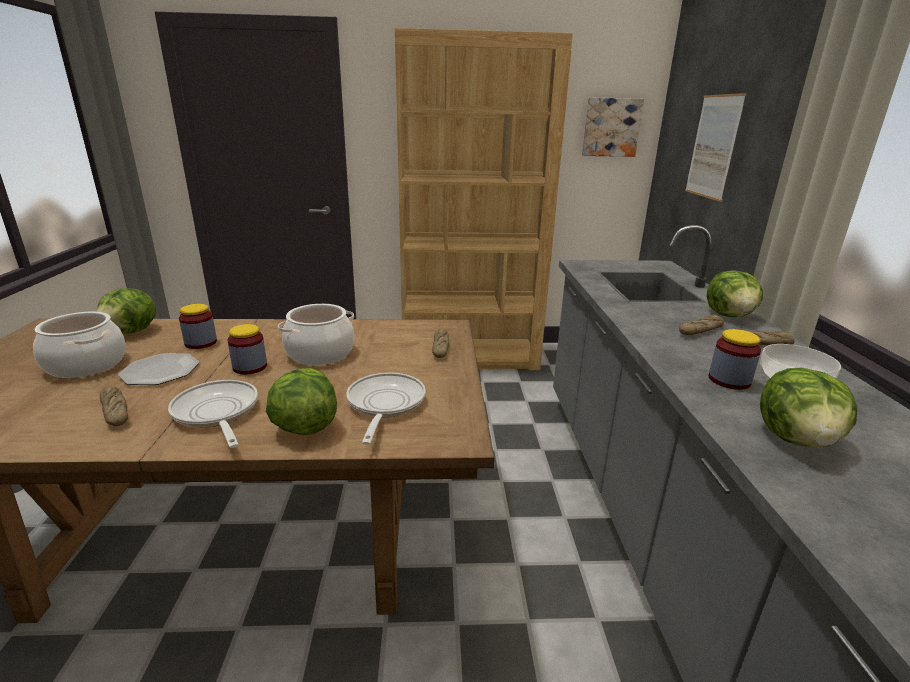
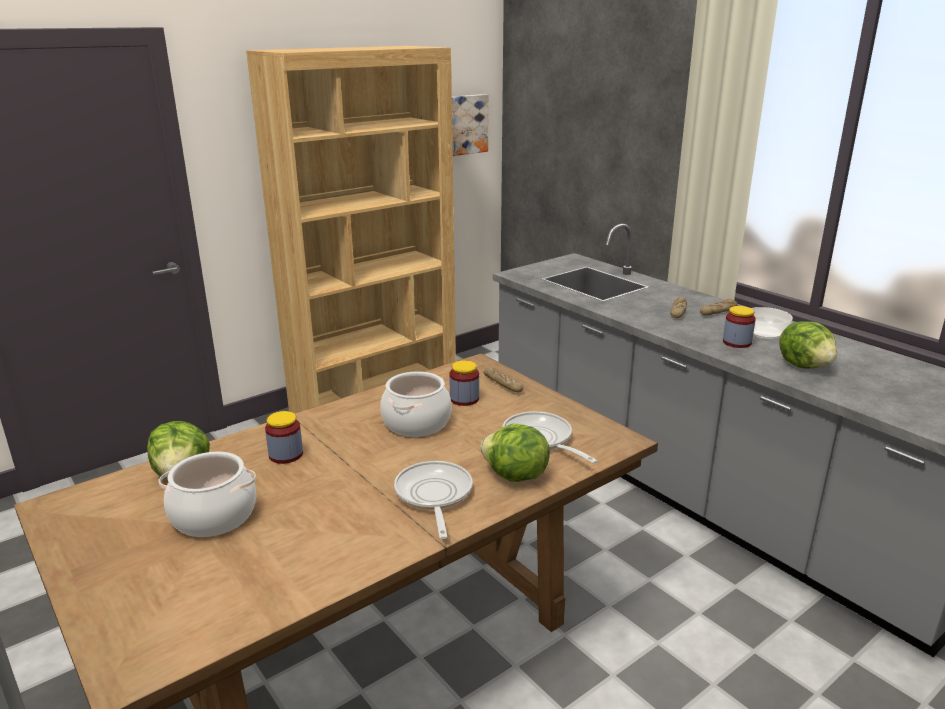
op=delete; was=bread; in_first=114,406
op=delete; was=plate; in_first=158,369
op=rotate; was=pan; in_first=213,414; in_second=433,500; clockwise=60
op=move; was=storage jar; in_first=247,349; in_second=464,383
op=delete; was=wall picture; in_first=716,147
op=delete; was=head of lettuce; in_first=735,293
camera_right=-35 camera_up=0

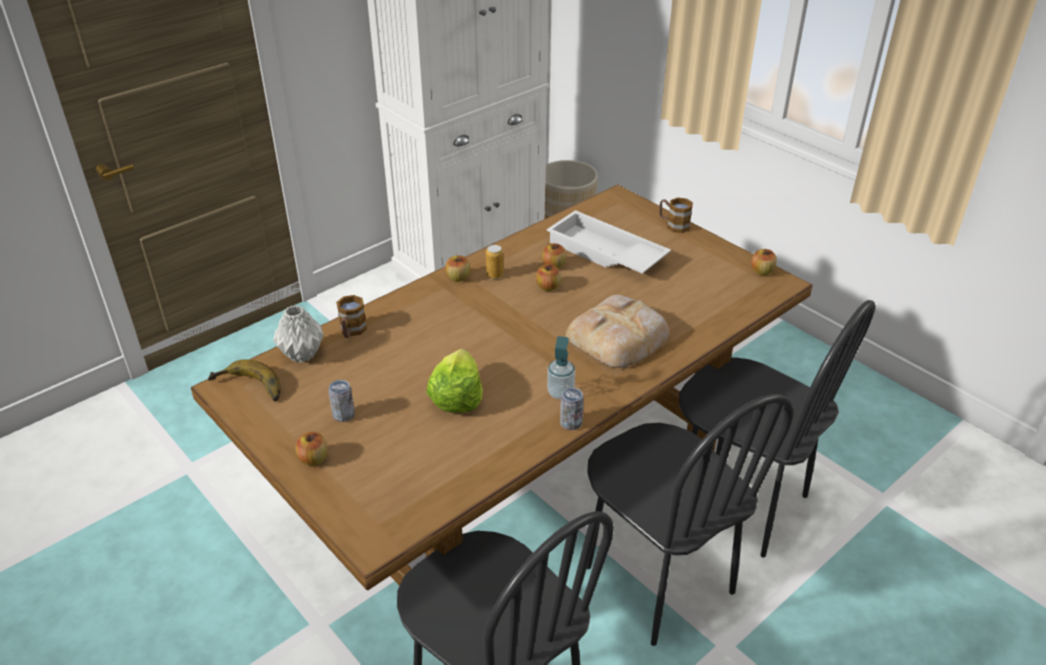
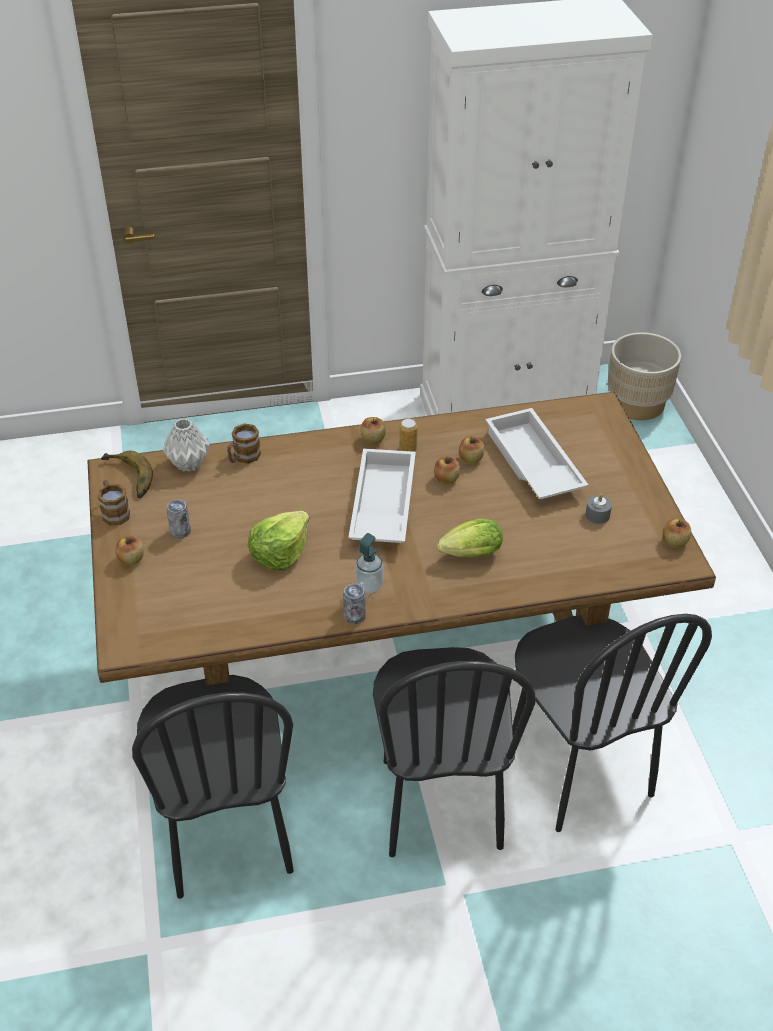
op=replace; was=bread; now=head of lettuce; in_first=617,331; in_second=470,537
op=move; was=tea mug; in_first=676,215; in_second=114,502
op=insert; now=white-coloured tray; in_second=382,496
op=insert; now=grey wax light; in_second=598,508
camera_right=30 camera_up=5

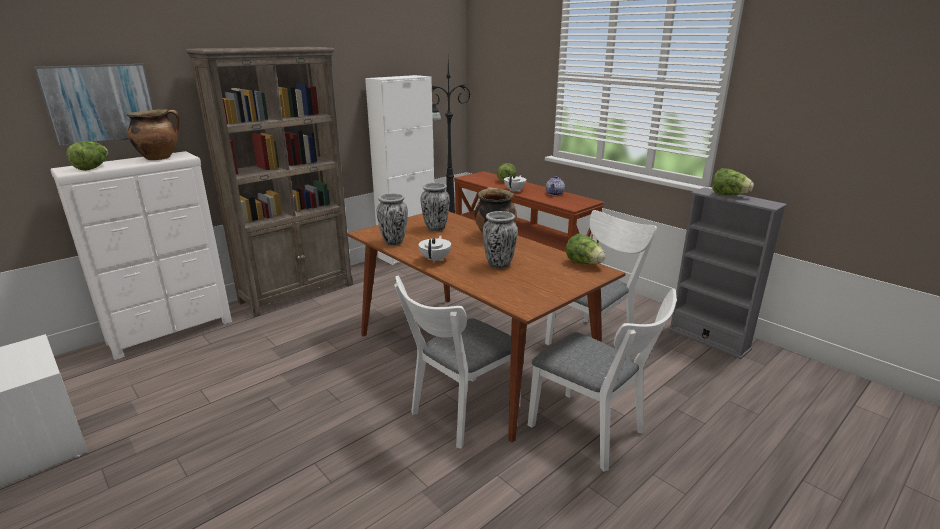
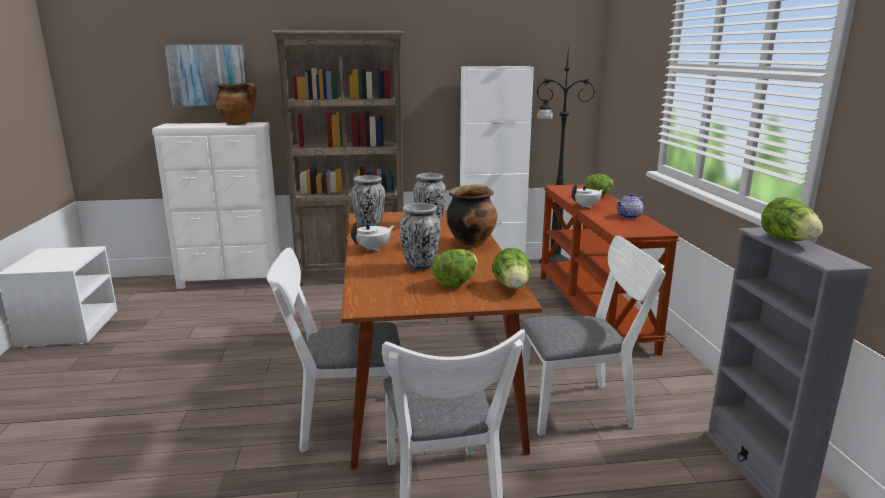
op=move; was=head of lettuce; in_first=87,156; in_second=455,268
camera_right=35 camera_up=-5

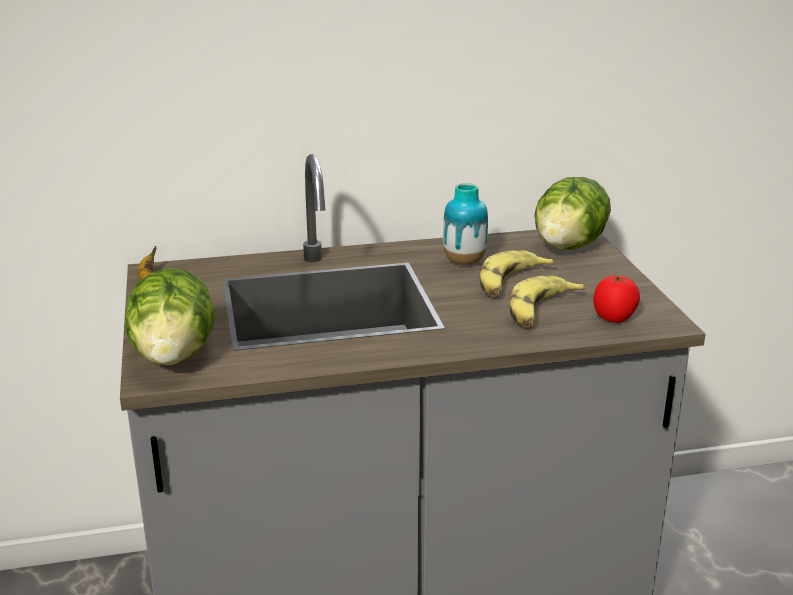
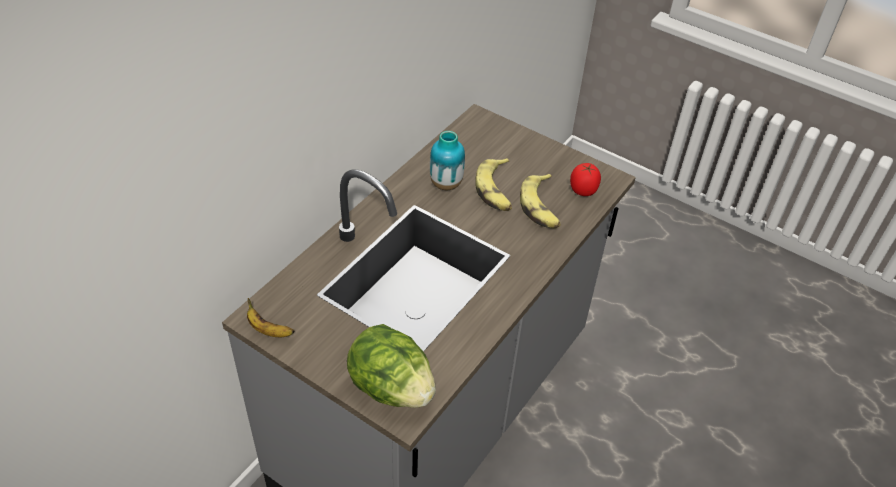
op=delete; was=head of lettuce; in_first=572,213
camera_right=-45 camera_up=20

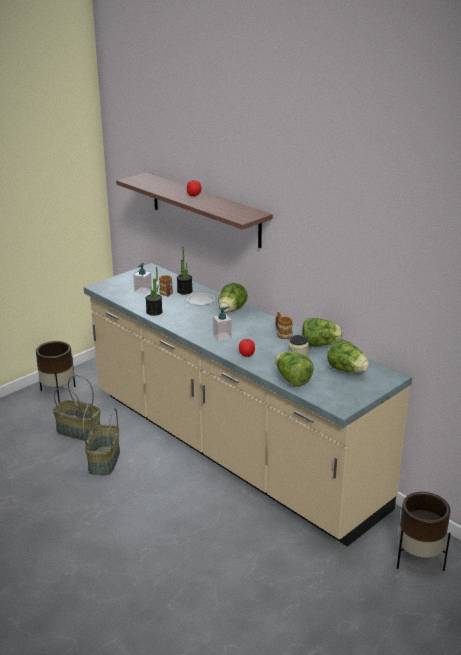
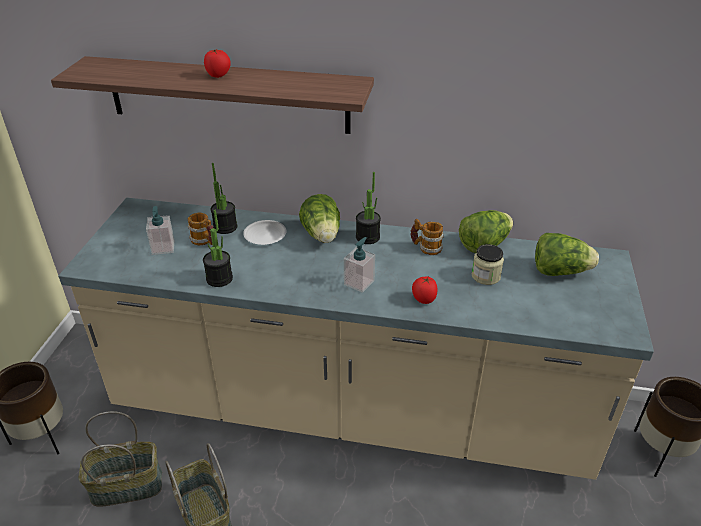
op=delete; was=head of lettuce; in_first=294,368
op=insert; now=potted plant; in_second=368,208
camera_right=-35 camera_up=10

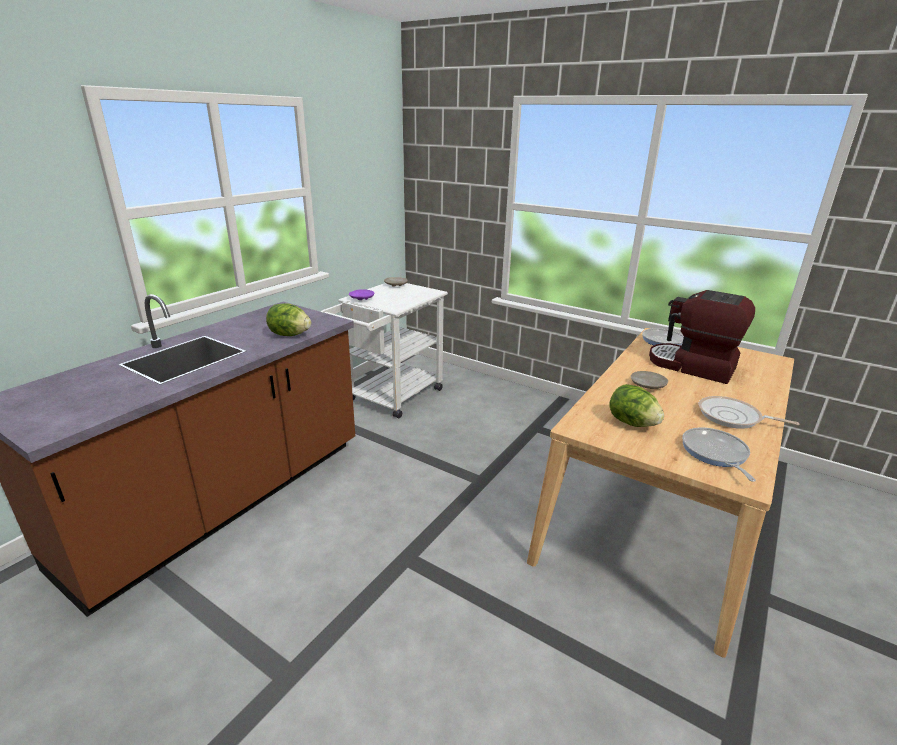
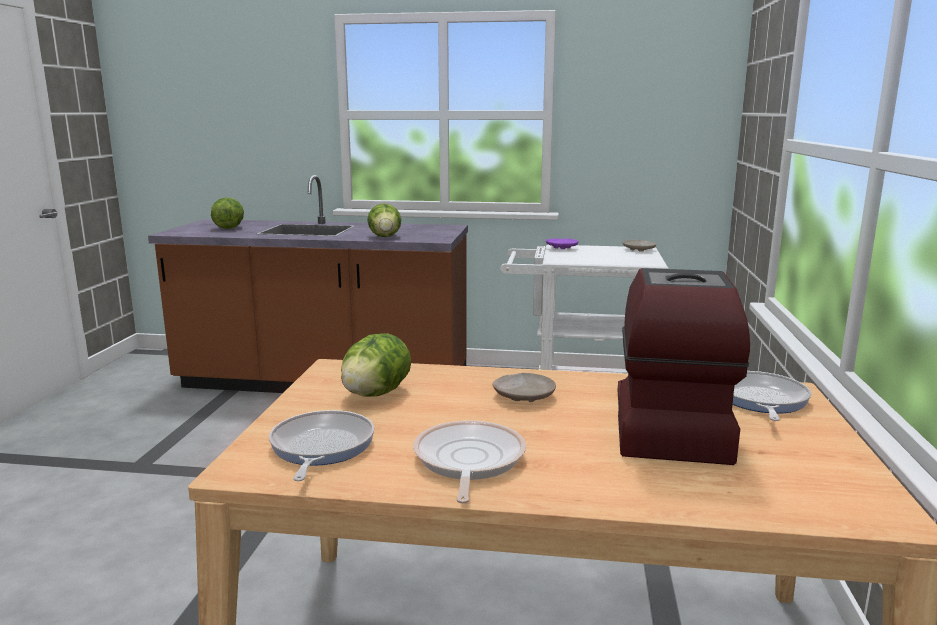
op=rotate; was=pan; in_first=719,454; in_second=321,445; clockwise=-60
op=insert; now=head of lettuce; in_second=227,213
camera_right=65 camera_up=-10

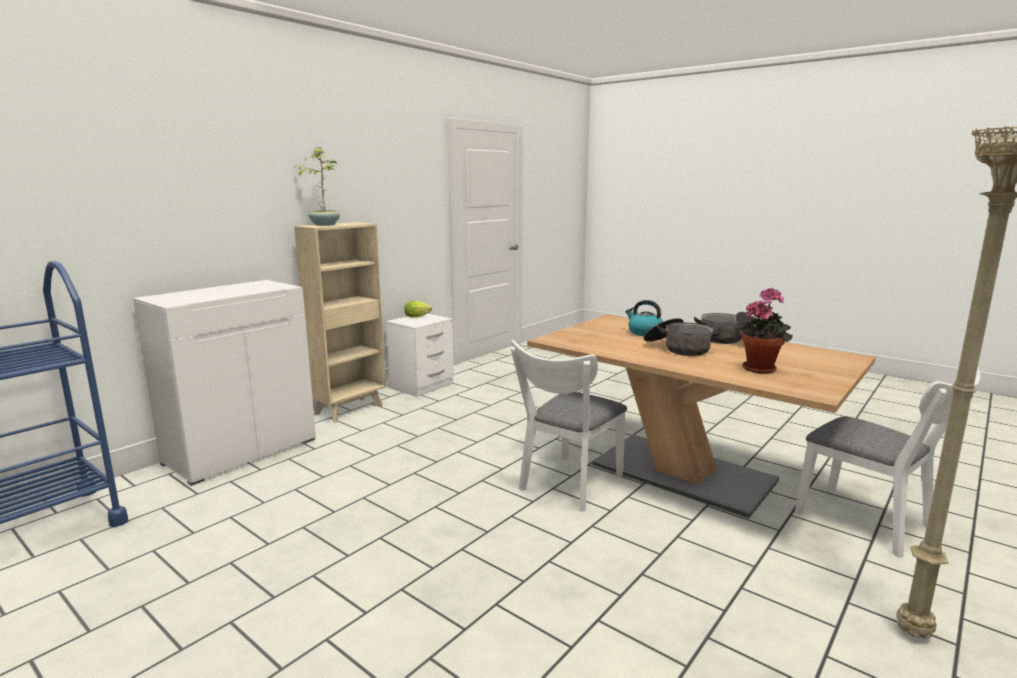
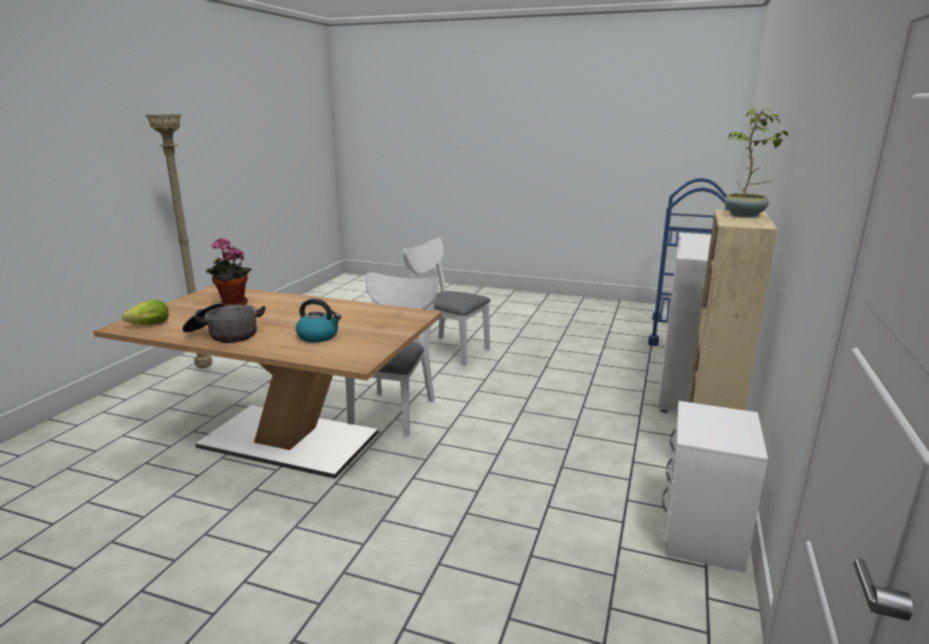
op=move; was=head of lettuce; in_first=418,309; in_second=145,312
op=delete; was=cooking pot; in_first=682,337
op=move; was=white-coloured plain chair; in_first=887,462; in_second=446,302
camera_right=160 camera_up=5

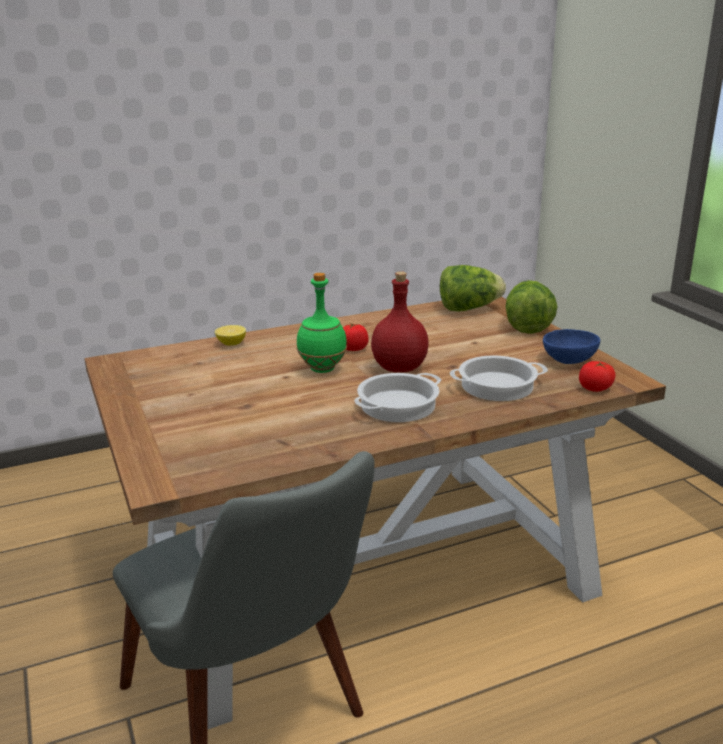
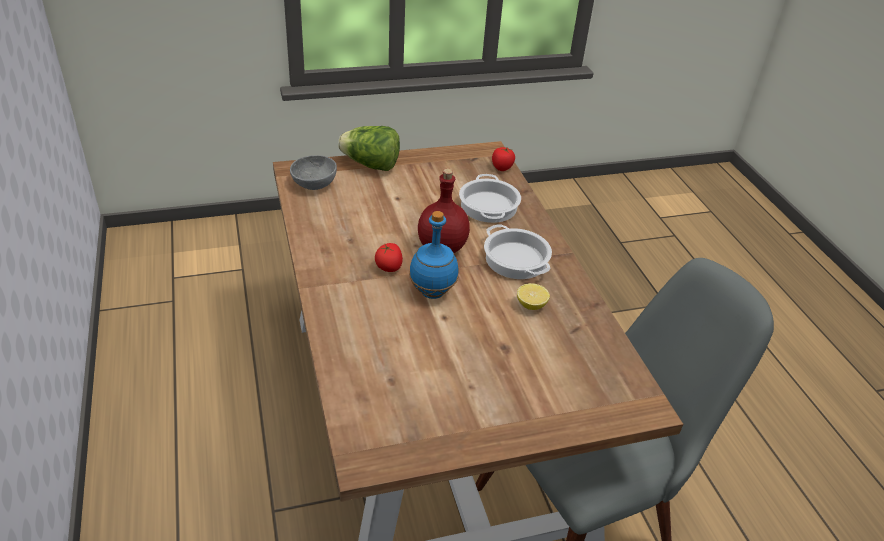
op=move; was=whole lemon; in_first=230,335; in_second=533,296
op=recolor; was=green drink bottle; now=bluish drink bottle; in_first=321,323; in_second=433,255
op=replace; was=head of lettuce; now=grey bowl; in_first=473,288; in_second=313,172
op=delete; was=bluish bowl; in_first=571,346
camera_right=-85 camera_up=15

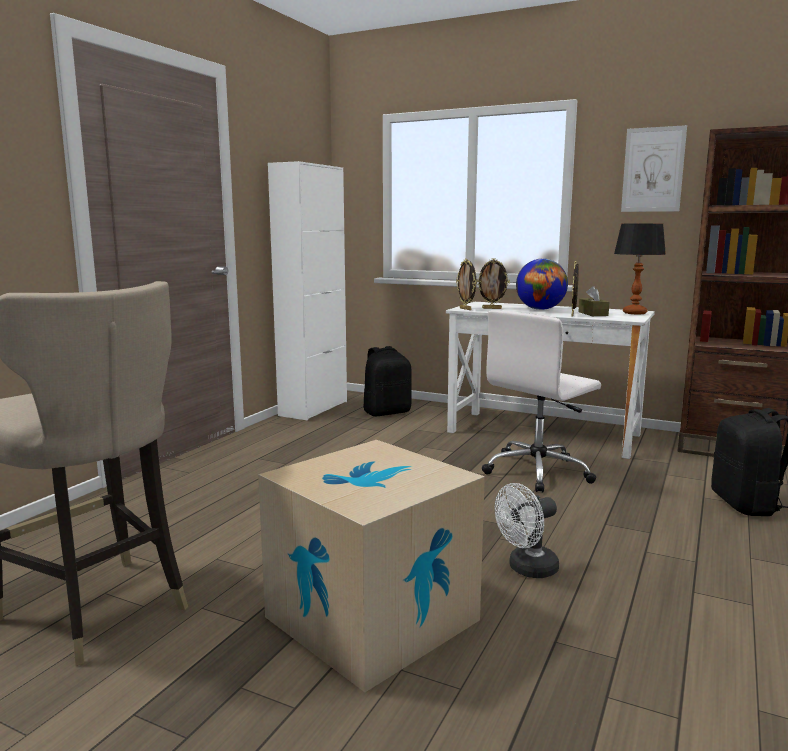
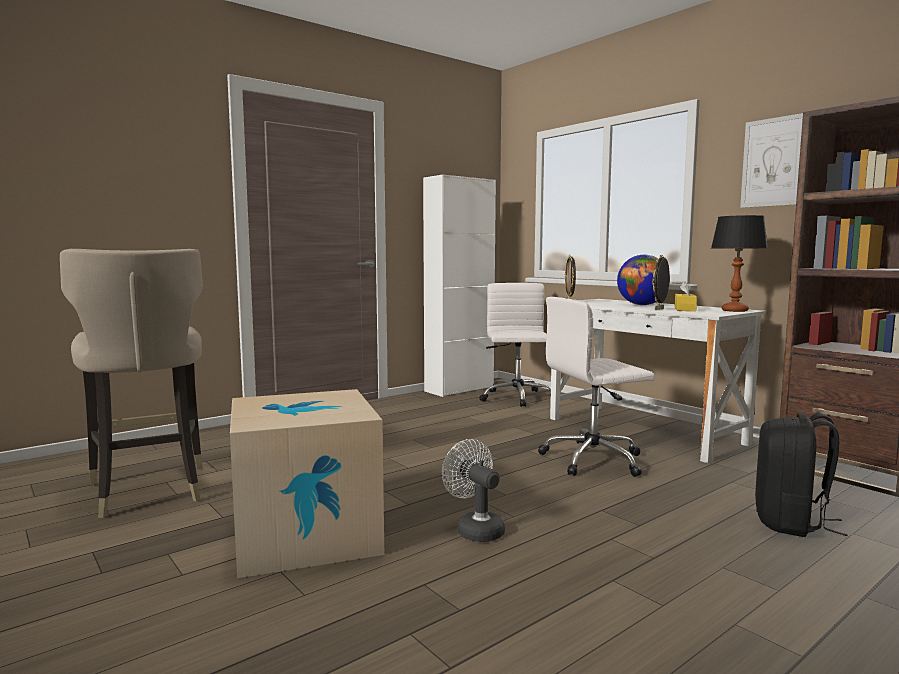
op=replace; was=blackish knapsack; now=white-coloured office chair; in_first=387,381; in_second=515,345
op=delete; was=picture frame; in_first=493,283
op=rotate; was=white-coloured cooling fan; in_first=527,530; in_second=473,490; clockwise=60
op=recolor; was=brown tissue holder; now=yellow tissue holder; in_first=593,301; in_second=686,296
camera_right=25 camera_up=-5

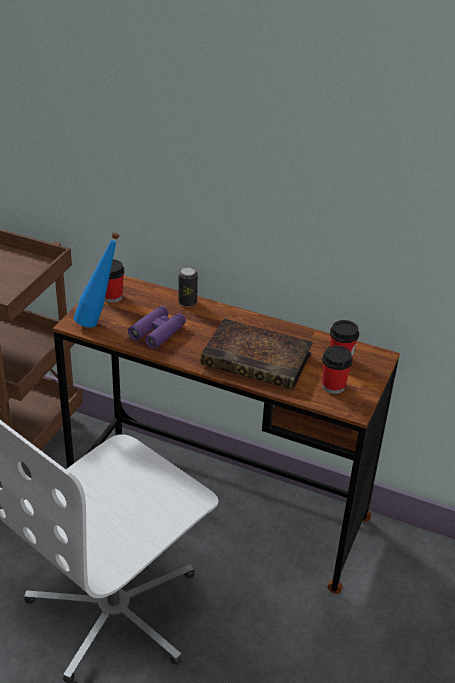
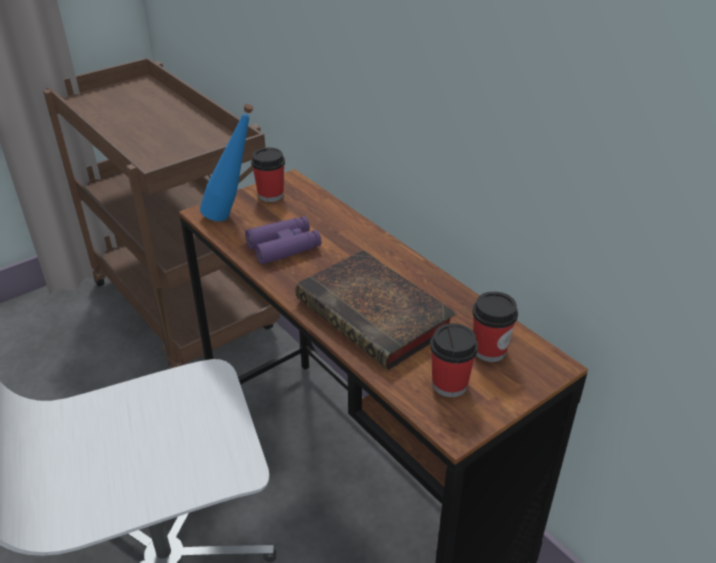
op=delete; was=can; in_first=188,287
camera_right=30 camera_up=0

